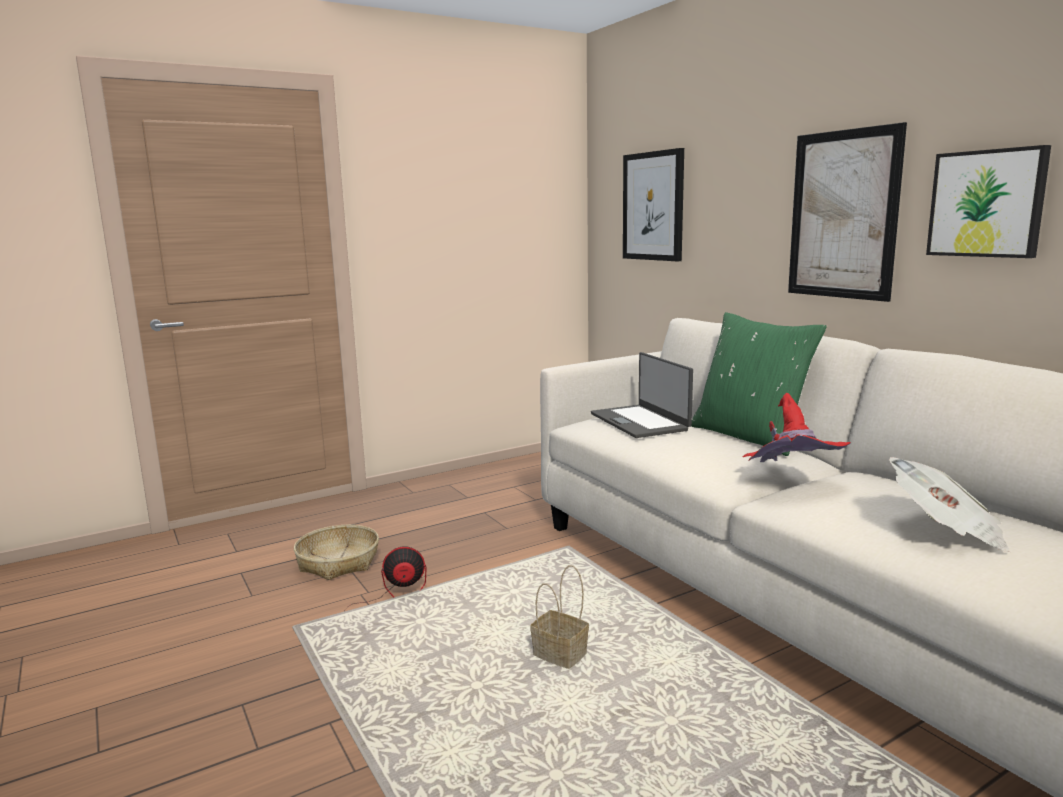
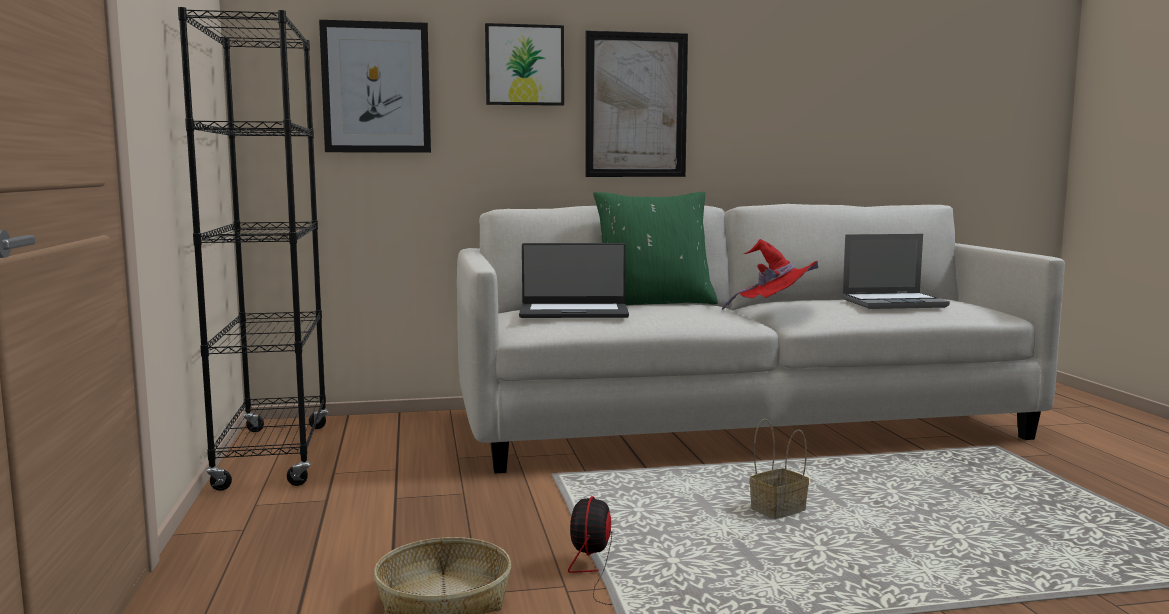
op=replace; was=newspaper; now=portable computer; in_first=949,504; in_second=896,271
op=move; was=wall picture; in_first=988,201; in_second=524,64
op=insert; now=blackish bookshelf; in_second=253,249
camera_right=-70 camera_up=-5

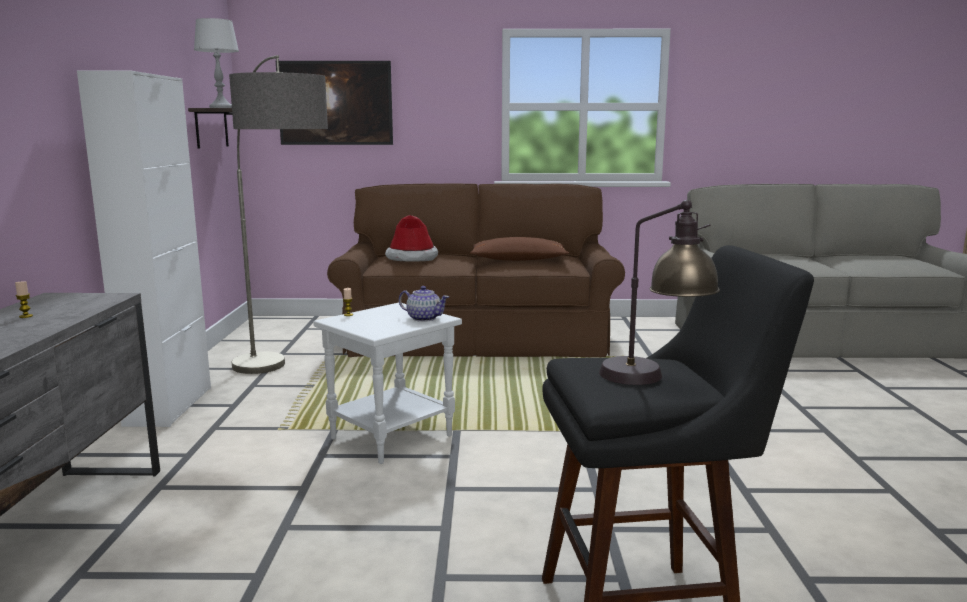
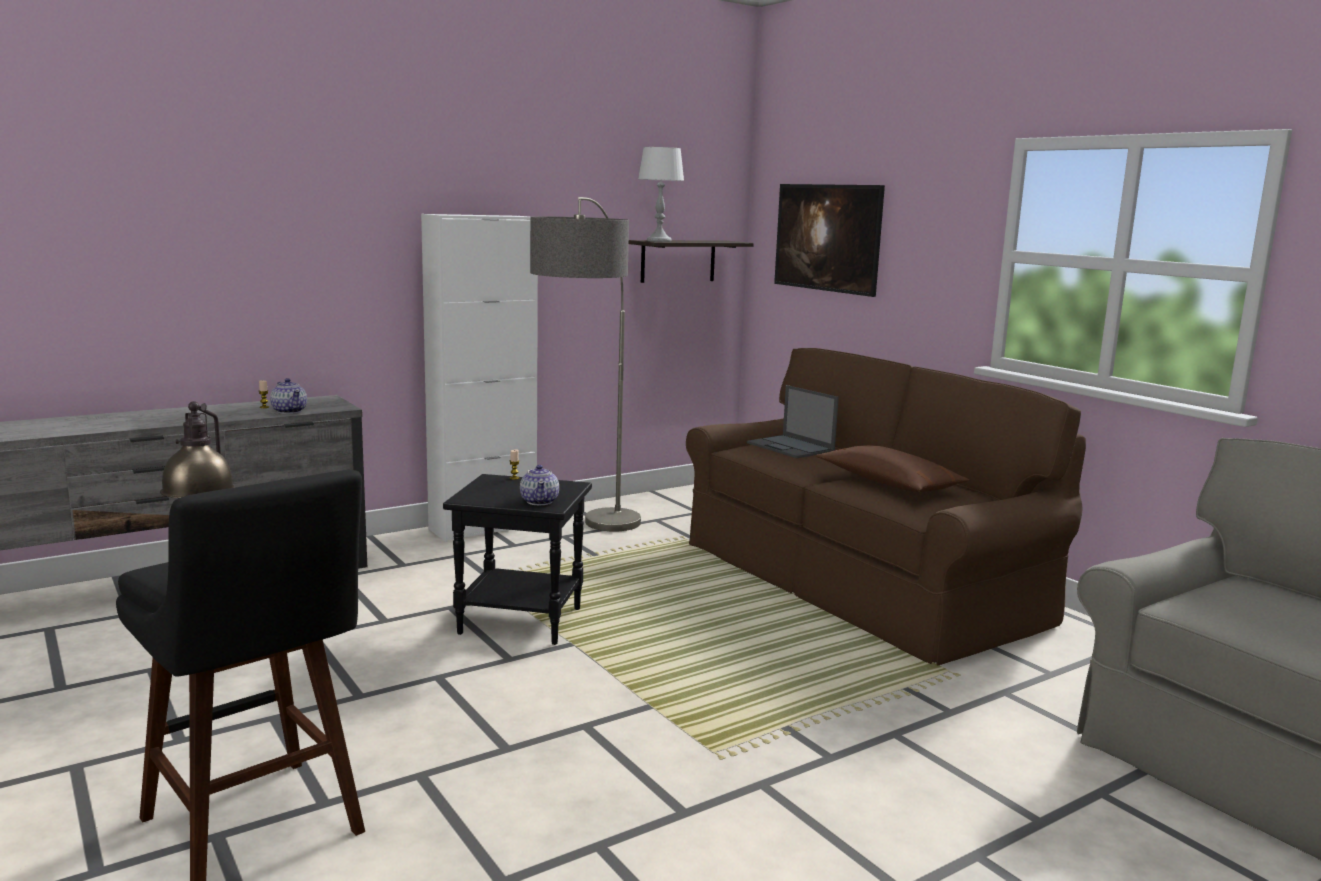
op=recolor; was=white-coloured accent table; now=blackish accent table; in_first=387,383; in_second=517,559
op=replace; was=clothing hat; now=portable computer; in_first=411,238; in_second=793,421
op=insert; now=tea pot; in_second=288,396
camera_right=55 camera_up=0

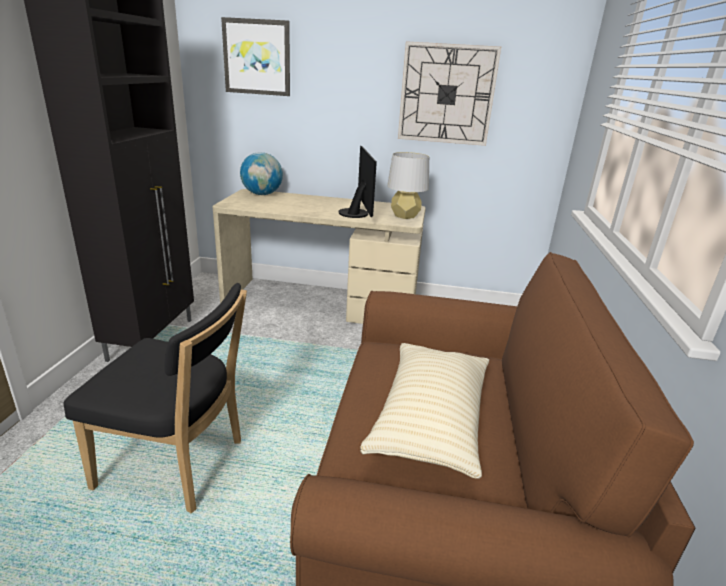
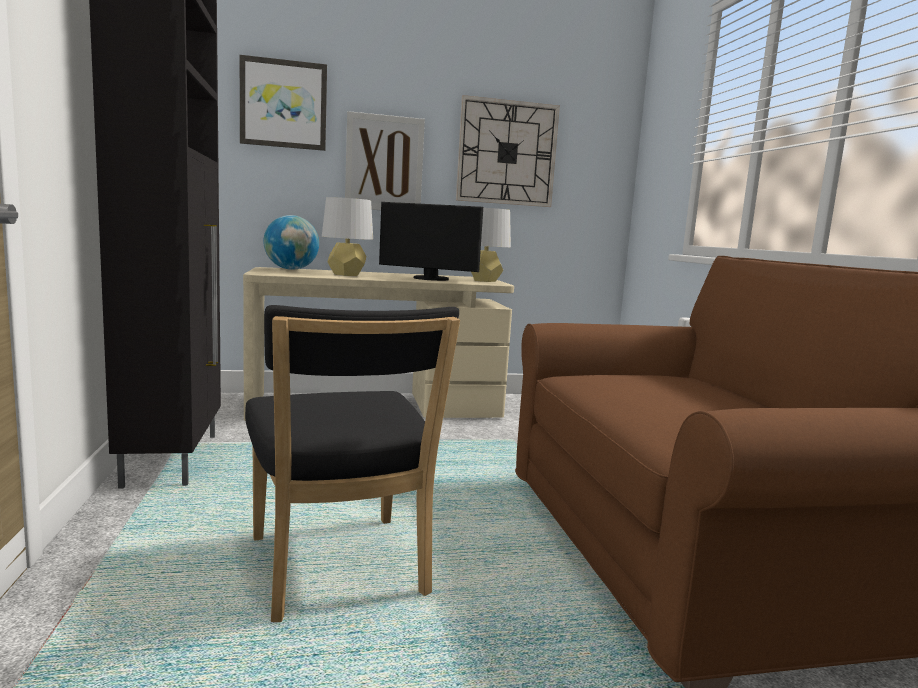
op=rotate; was=blackish plain chair; in_first=155,398; in_second=352,463; clockwise=75
op=rotate; was=monitor; in_first=357,181; in_second=431,241; clockwise=135
op=delete; was=sand-coloured pillow; in_first=424,411
op=insert; now=grey table lamp; in_second=347,236
op=insert; now=wall picture; in_second=385,160
camera_right=-20 camera_up=-15

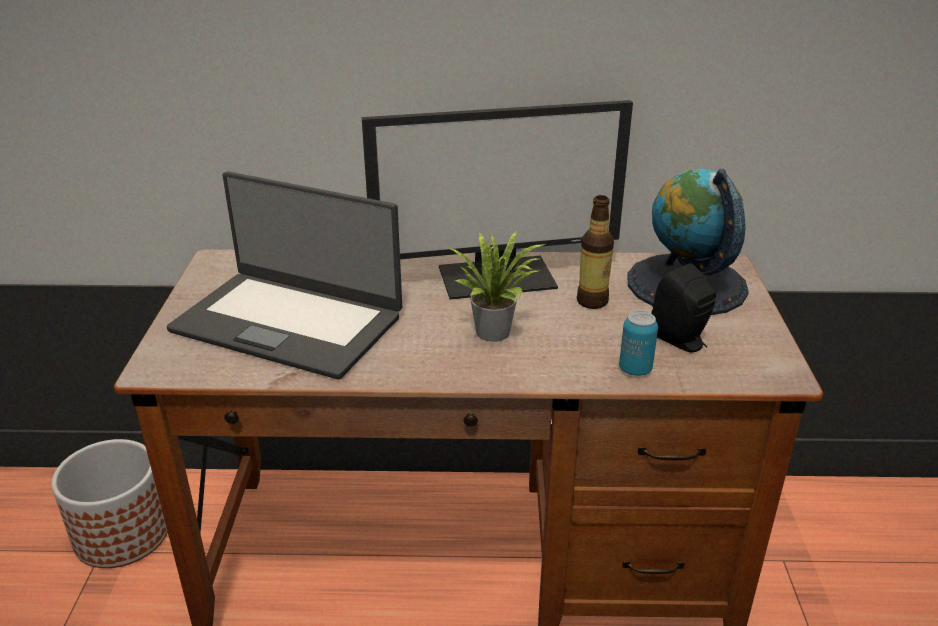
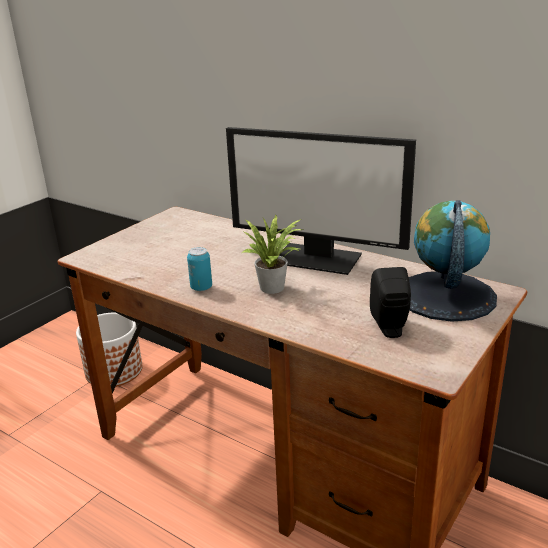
op=delete; was=portable computer; in_first=284,275
op=delete; was=drink bottle; in_first=595,252
op=move; was=can; in_first=638,343; in_second=199,269
camera_right=35 camera_up=-5

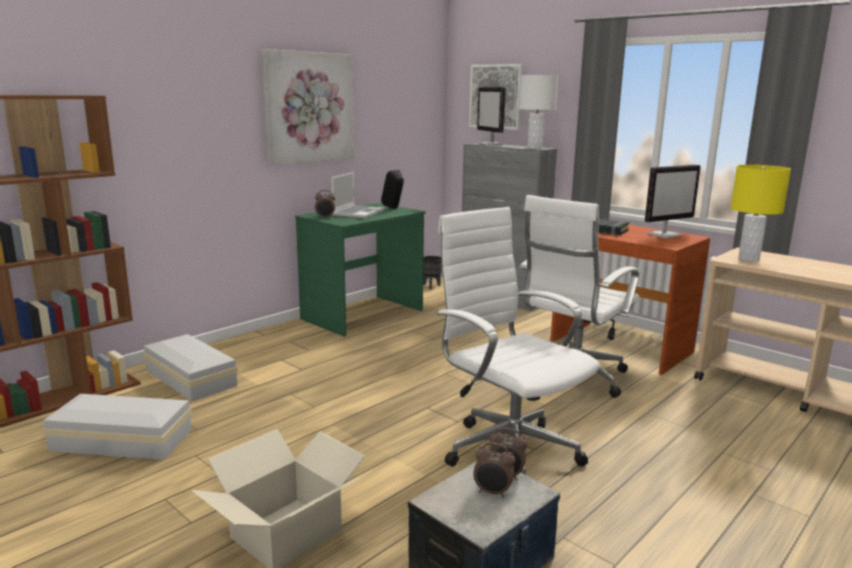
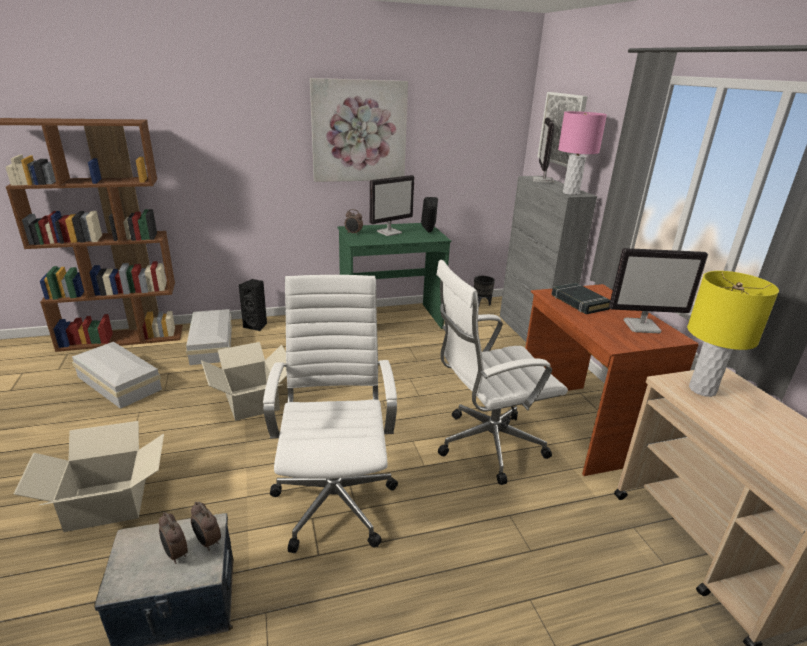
op=replace; was=portable computer; now=monitor; in_first=357,195; in_second=392,205
op=recolor; was=white-coloured table lamp; now=pink-coloured table lamp; in_first=538,112; in_second=582,153
op=insert; now=cardboard box; in_second=244,381
op=insert; now=blackish speaker; in_second=253,305
camera_right=30 camera_up=10

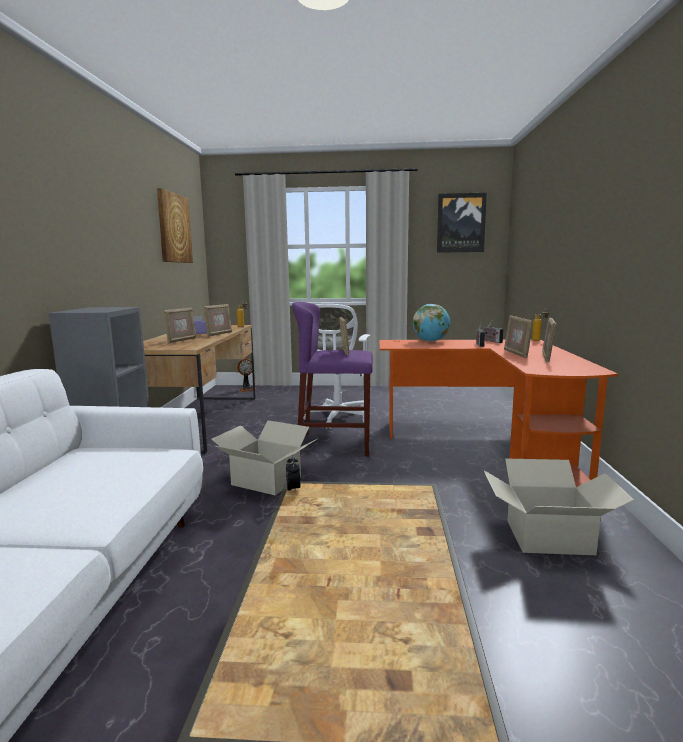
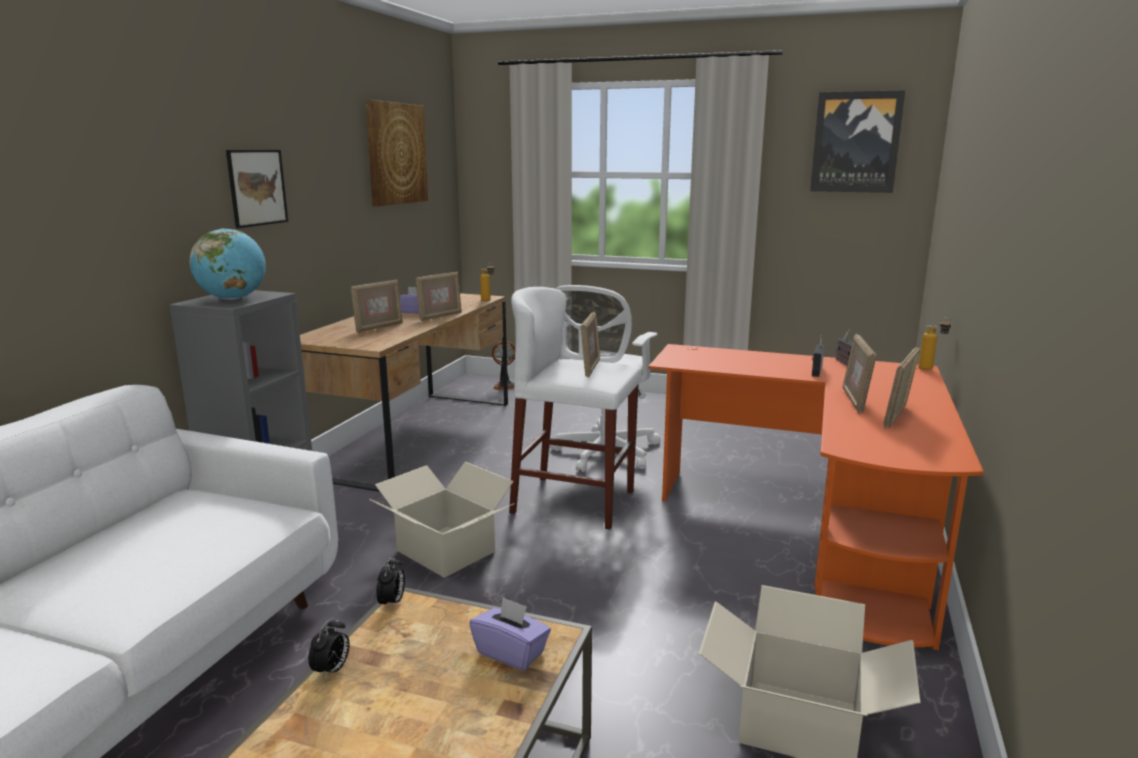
op=recolor; was=purple-coloured sitting stool; now=white-coloured sitting stool; in_first=332,379; in_second=575,408
op=move; was=world globe; in_first=431,323; in_second=227,264
op=insert; now=wall picture; in_second=257,189
op=insert; now=alarm clock; in_second=329,648
op=insert; now=purple-coloured tissue holder; in_second=510,633
camera_right=15 camera_up=5

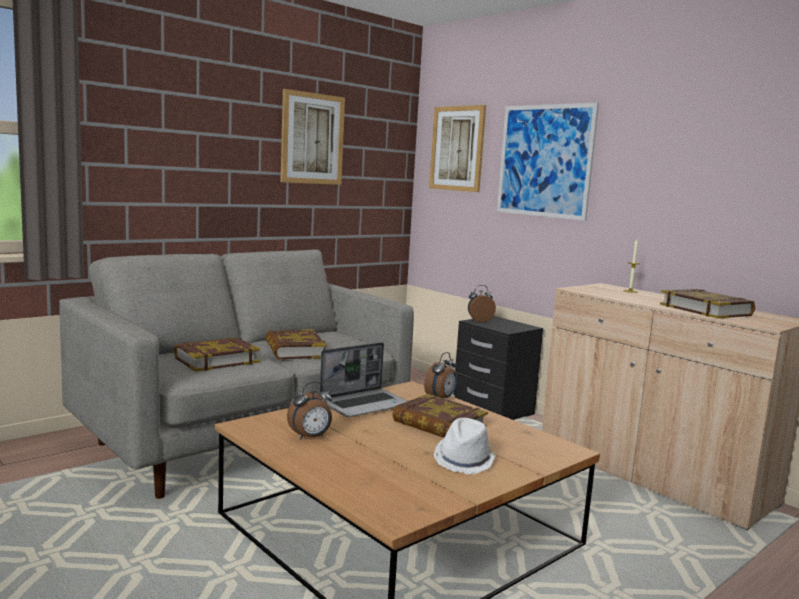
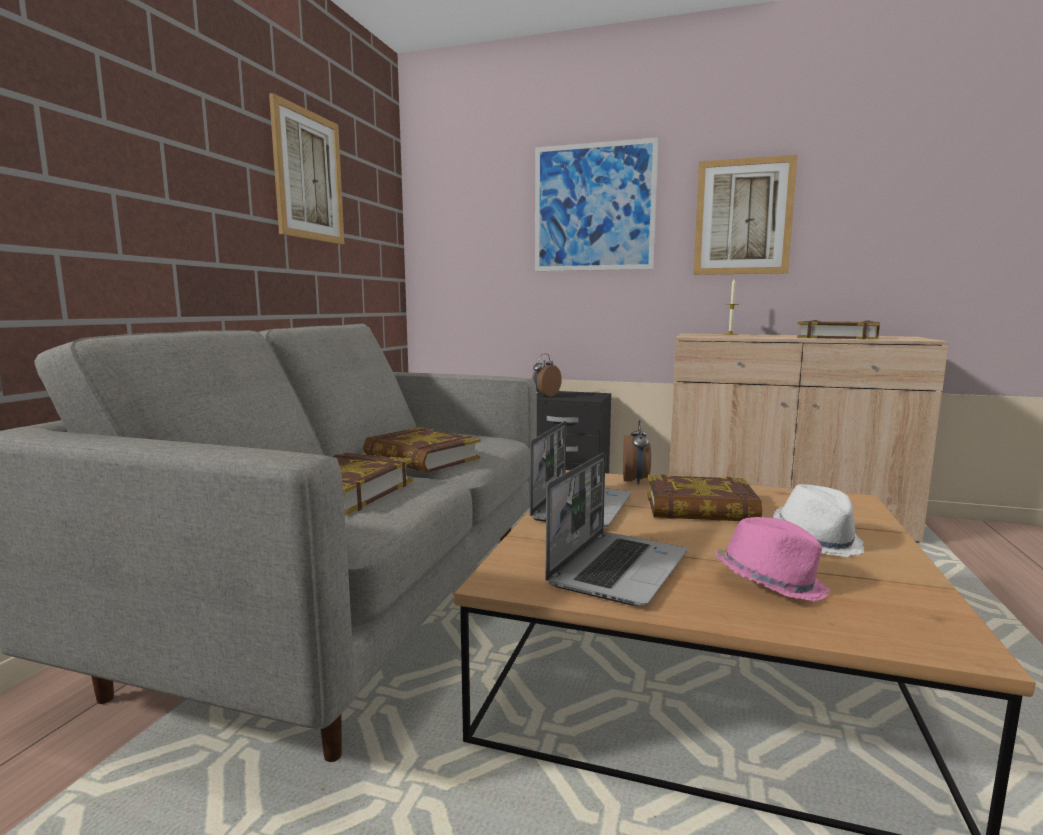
op=replace; was=alarm clock; now=portable computer; in_first=309,411; in_second=616,529
op=move; was=wall picture; in_first=457,148; in_second=745,215
op=insert; now=pink-coloured clothing hat; in_second=773,559
camera_right=-30 camera_up=0

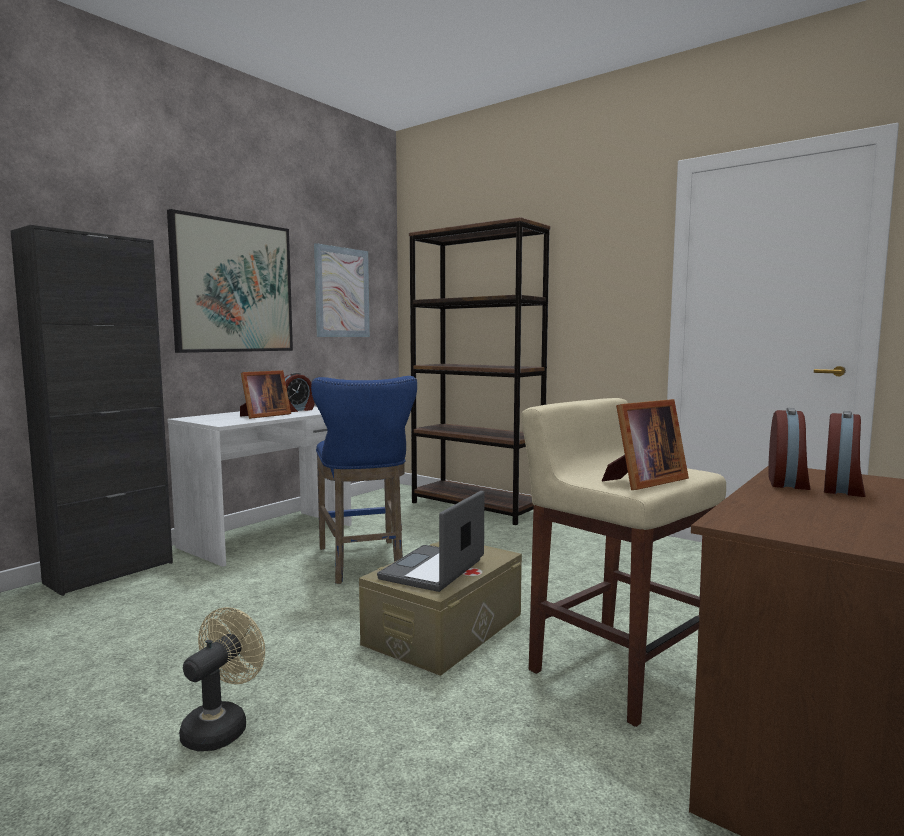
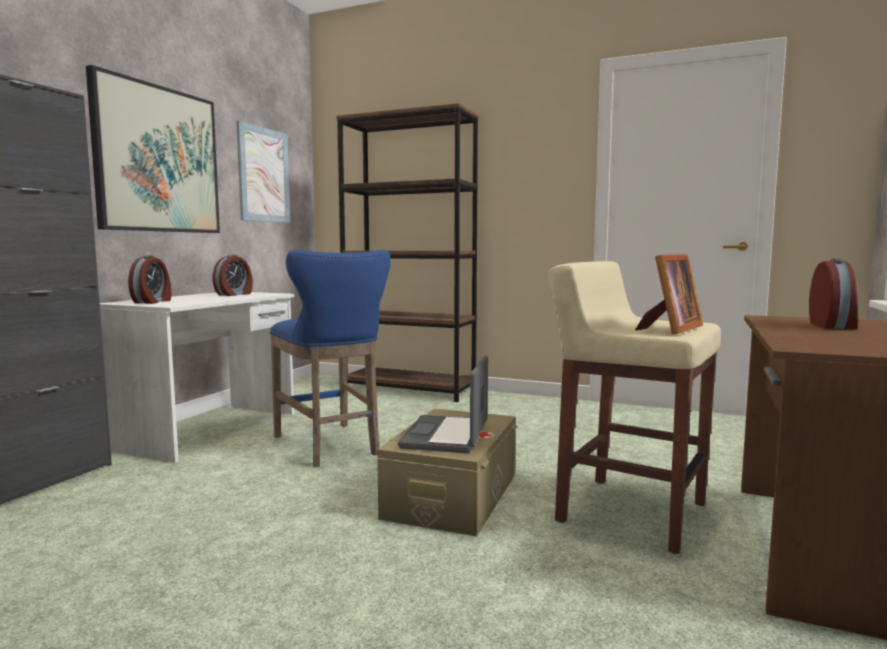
op=delete; was=sand-coloured cooling fan; in_first=222,679
op=delete; was=picture frame; in_first=265,394
op=move; was=alarm clock; in_first=789,449; in_second=149,279
camera_right=-15 camera_up=0

